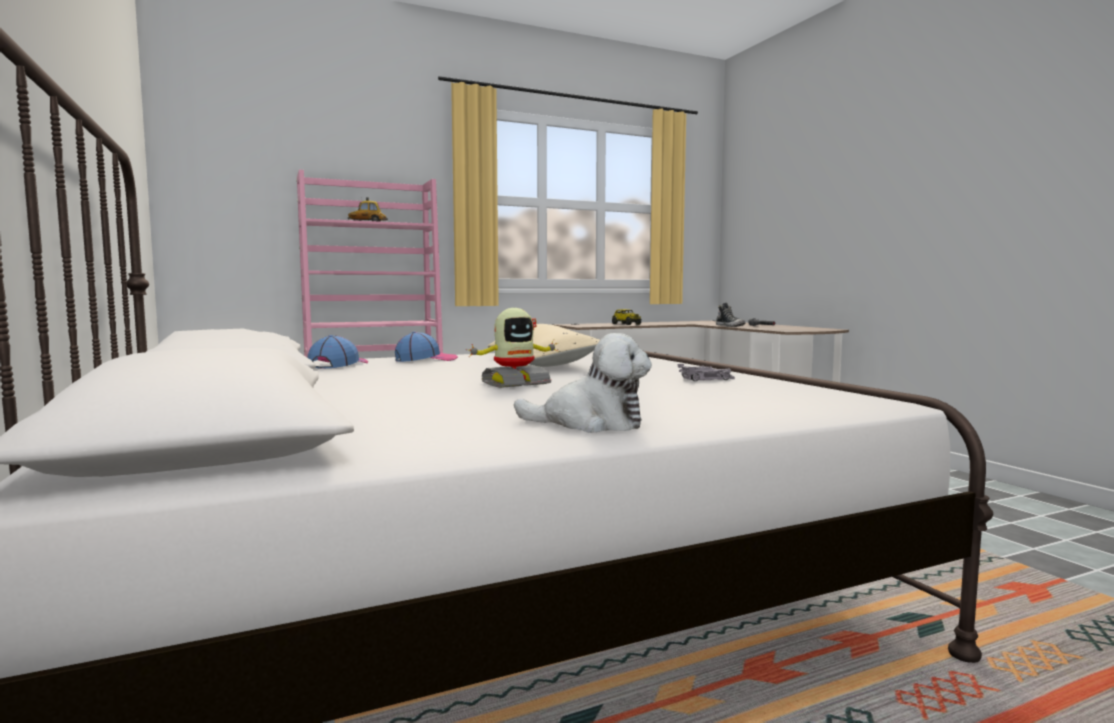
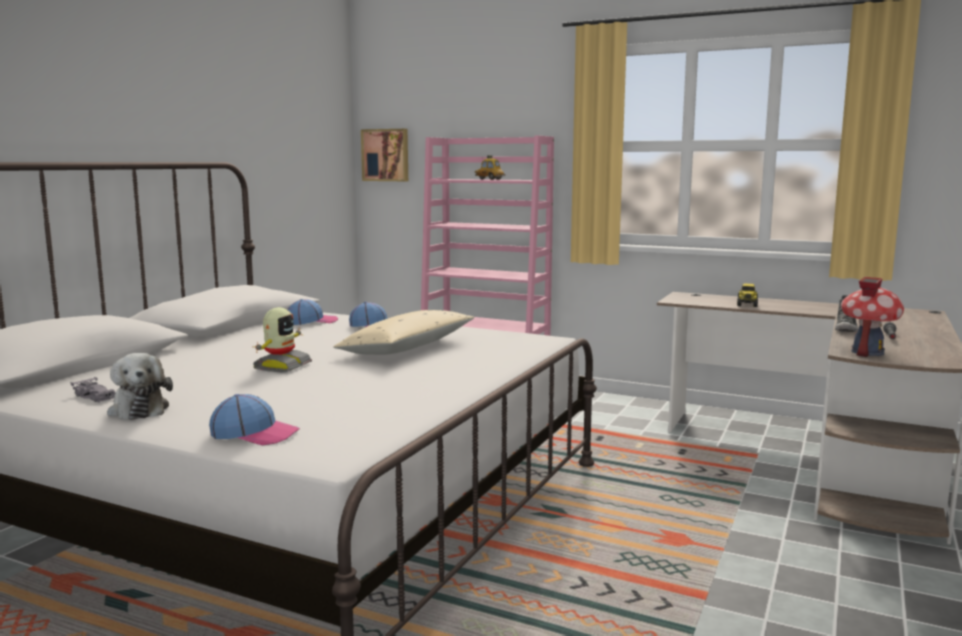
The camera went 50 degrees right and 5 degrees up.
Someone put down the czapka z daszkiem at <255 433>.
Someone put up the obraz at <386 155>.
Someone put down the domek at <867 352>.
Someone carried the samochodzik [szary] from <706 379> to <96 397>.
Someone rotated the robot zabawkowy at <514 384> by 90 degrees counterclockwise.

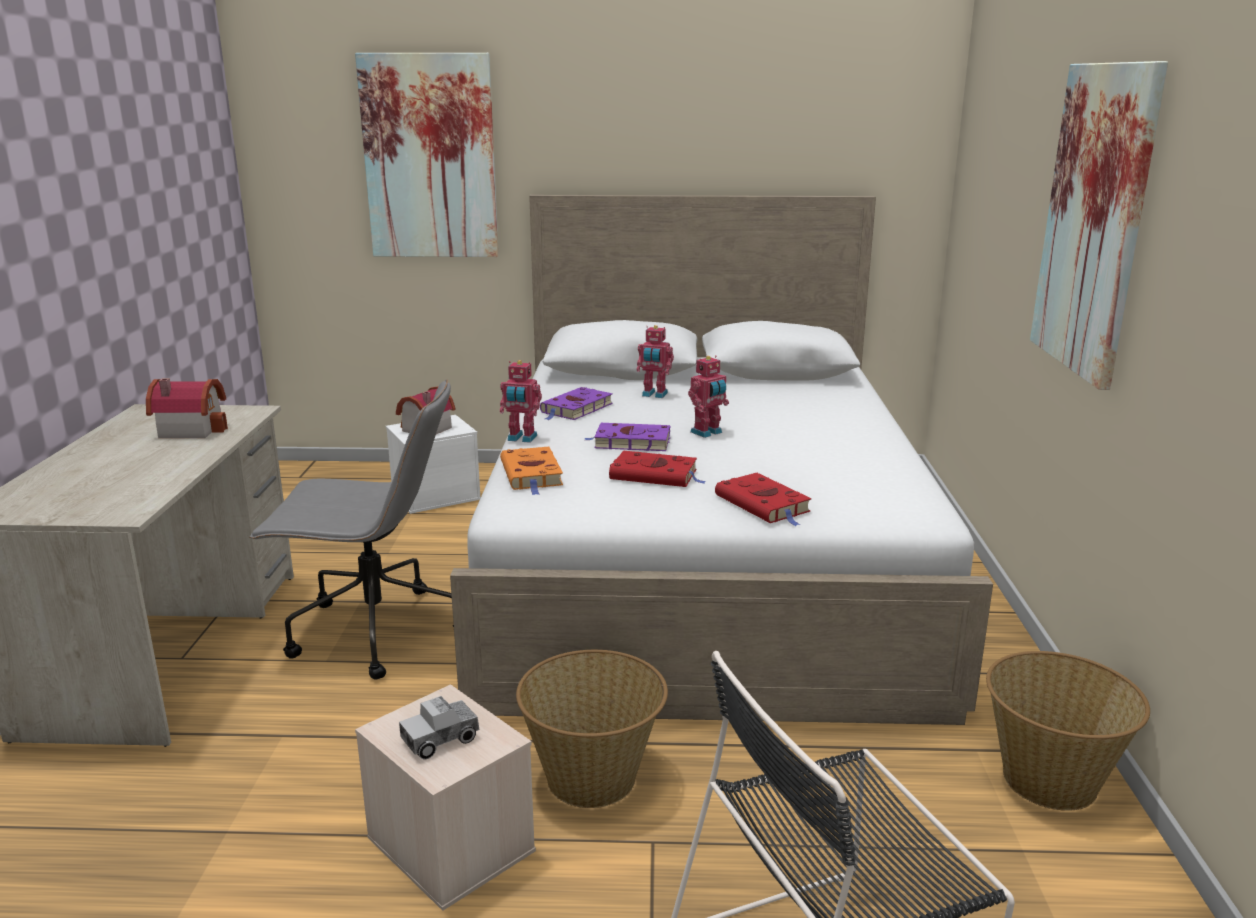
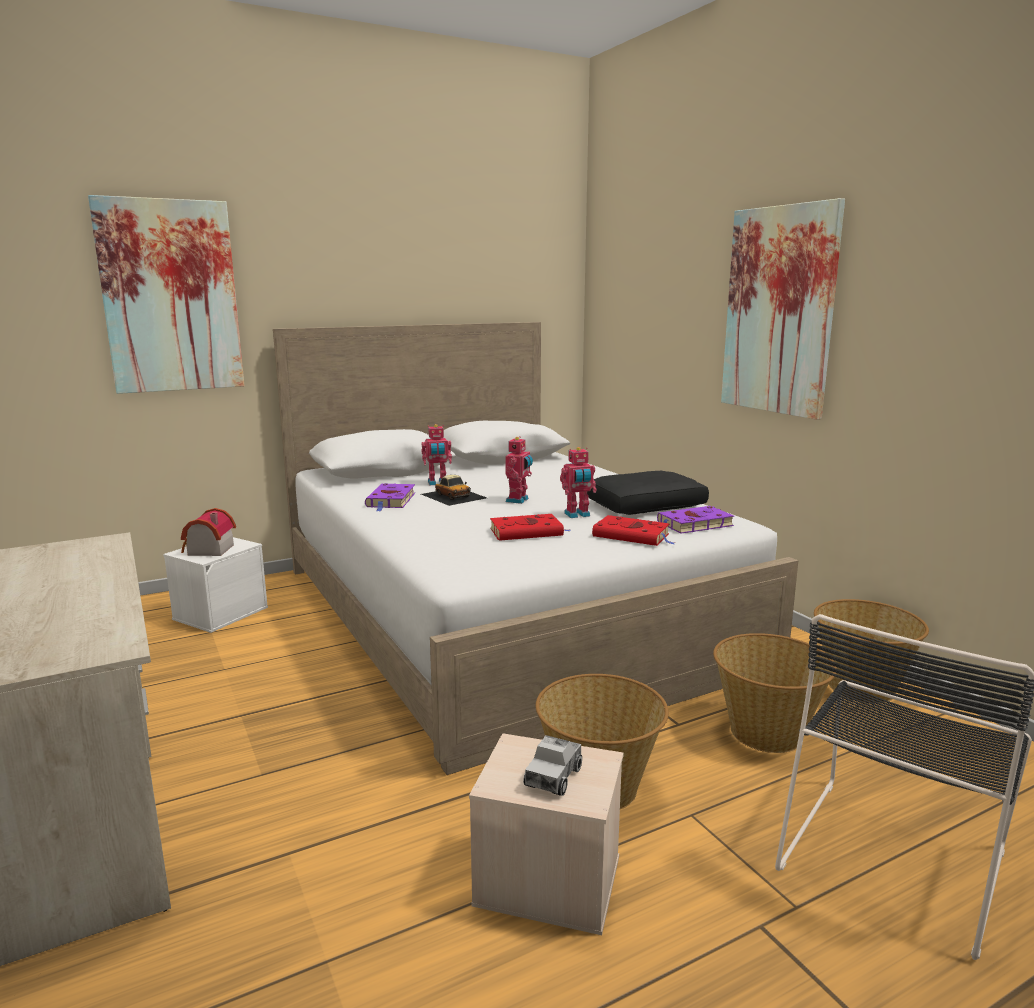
The camera went 30 degrees left and 5 degrees down.
Someone took away the domek at <191 429>.
Someone took away the krzesło biurowe [szary] at <373 632>.
Someone took away the książka [pomarańczowy] at <532 475>.
Someone put down the samochodzik at <453 495>.
Someone put down the poduszka [czarny] at <644 505>.
Someone put down the koszyk at <766 732>.
Someone carried the robot zabawkowy from <521 438> to <577 515>.
Someone carried the książka [fioletowy] from <630 442> to <693 524>.

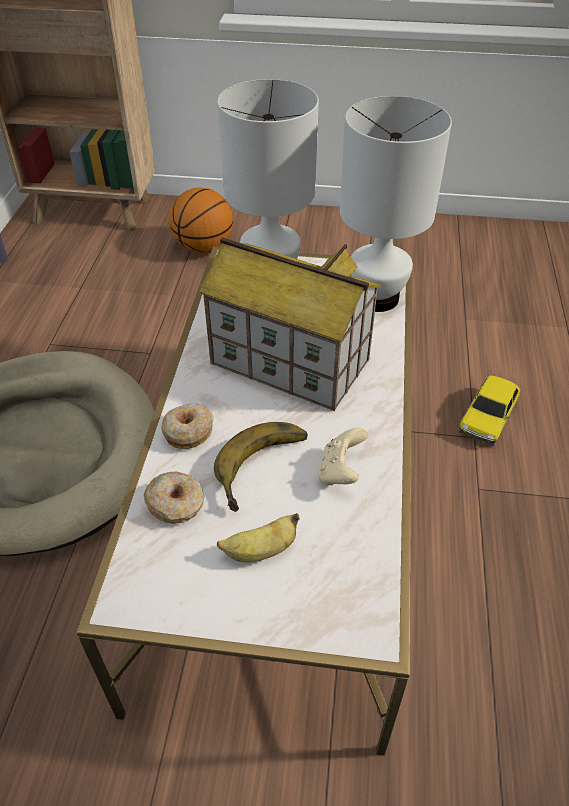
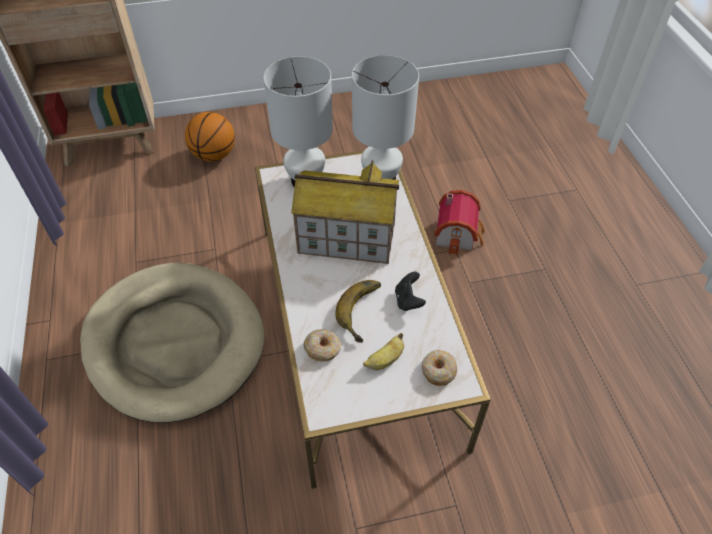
The camera went 20 degrees left and 5 degrees up.
Someone carried the donut from <188 431> to <438 371>.
Someone swapped the samochodzik at <487 417> for the domek at <458 234>.
Someone repainted the pad do gier [beżowy] at <340 471>, which became the pad do gier [czarny] at <408 300>.

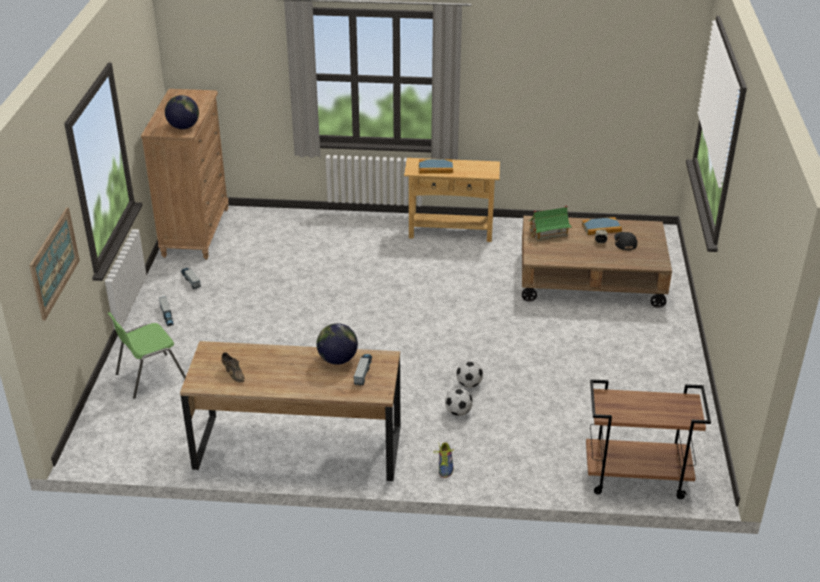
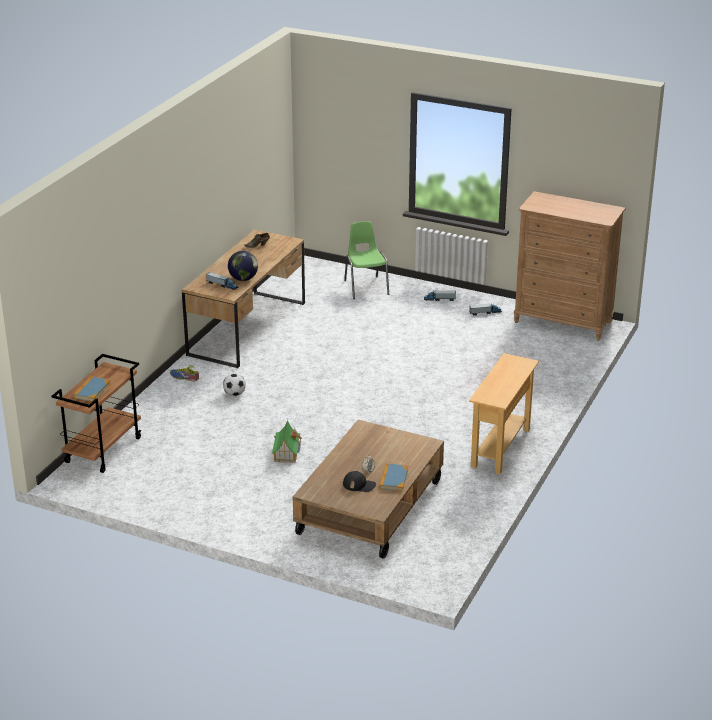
The camera went 110 degrees right and 5 degrees down.
Someone took away the obraz at <54 262>.
Someone took away the globus at <183 127>.
Someone took away the piłka futbolowa at <469 384>.
Someone carried the książka from <435 168> to <92 391>.
Someone carried the domek from <548 233> to <286 452>.

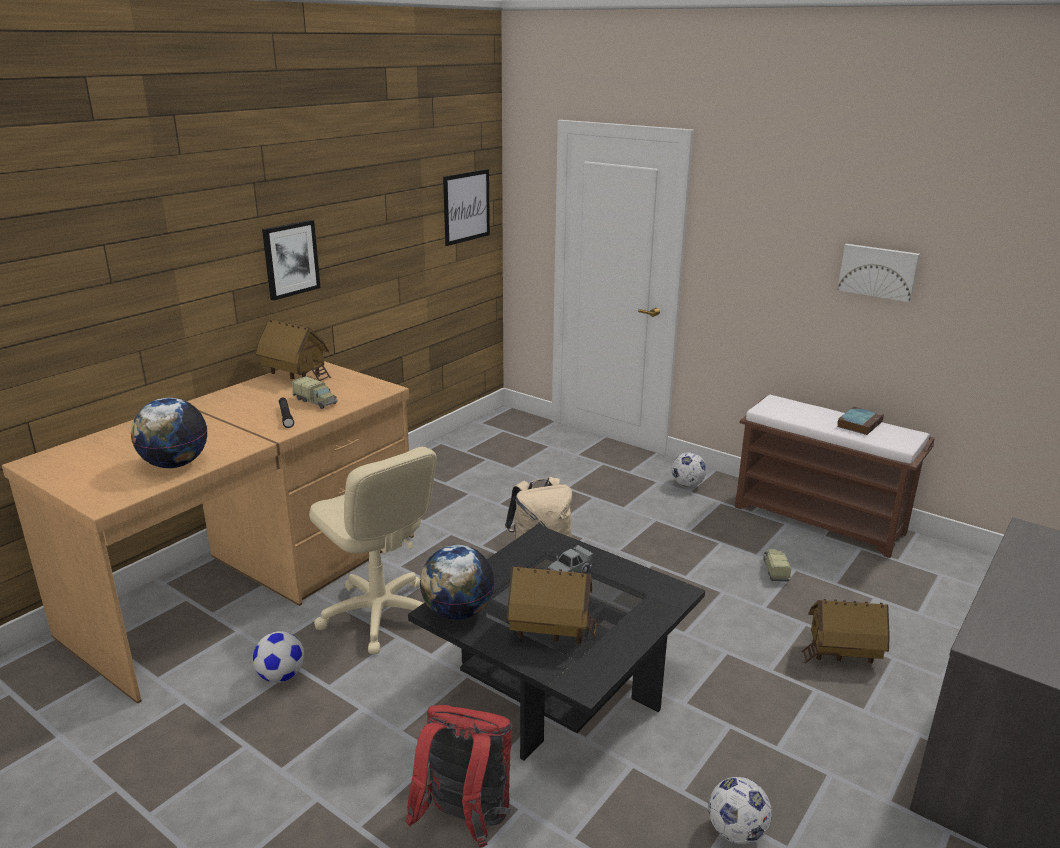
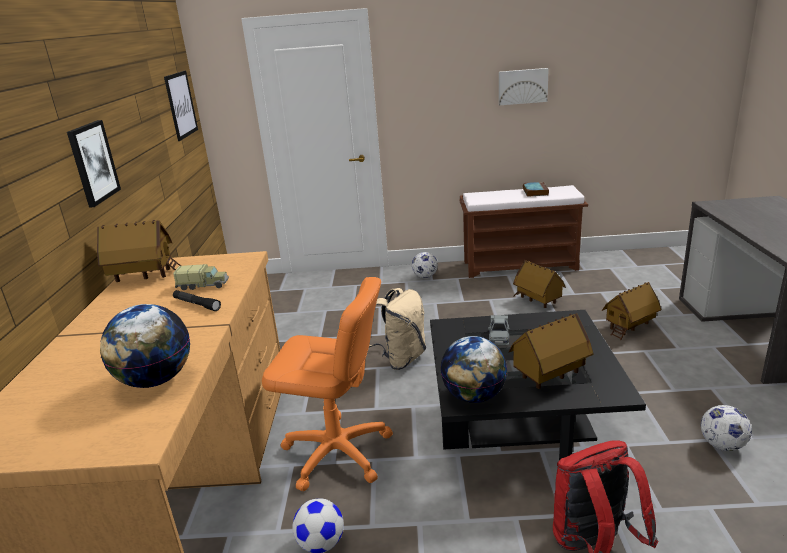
The camera went 35 degrees left and 0 degrees up.
Someone swapped the ciężarówka zabawkowa at <775 570> for the domek at <537 301>.
Someone repainted the krzesło biurowe [beżowy] at <379 615>, which became the krzesło biurowe [pomarańczowy] at <337 453>.

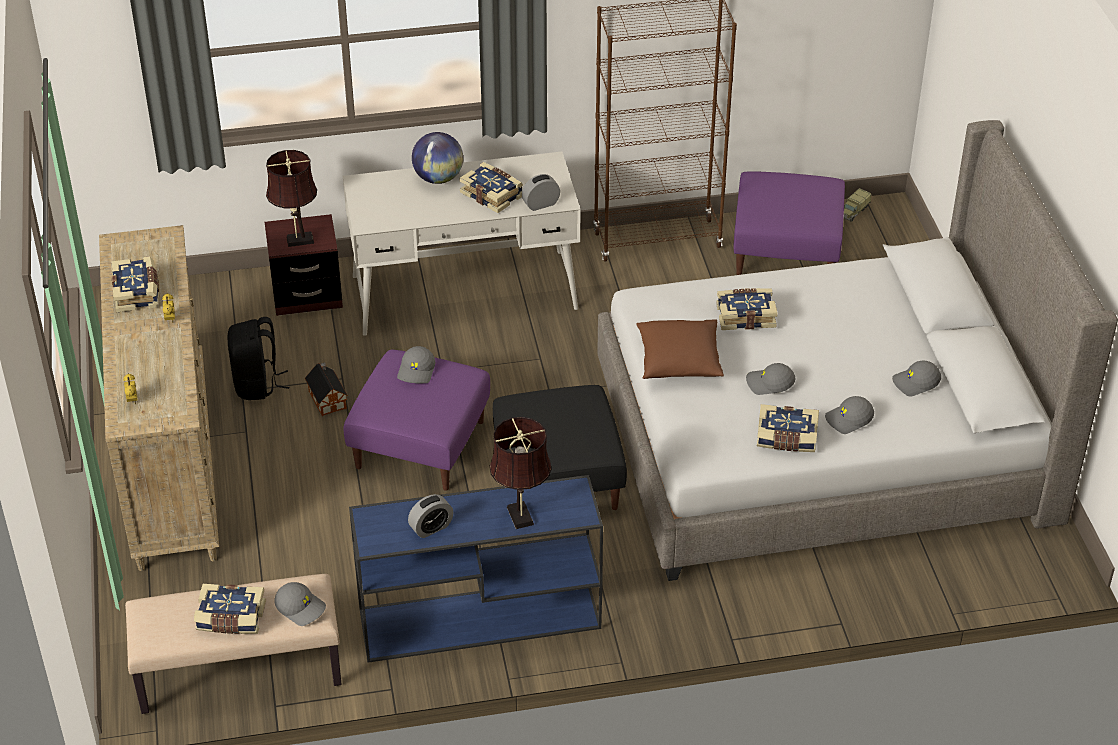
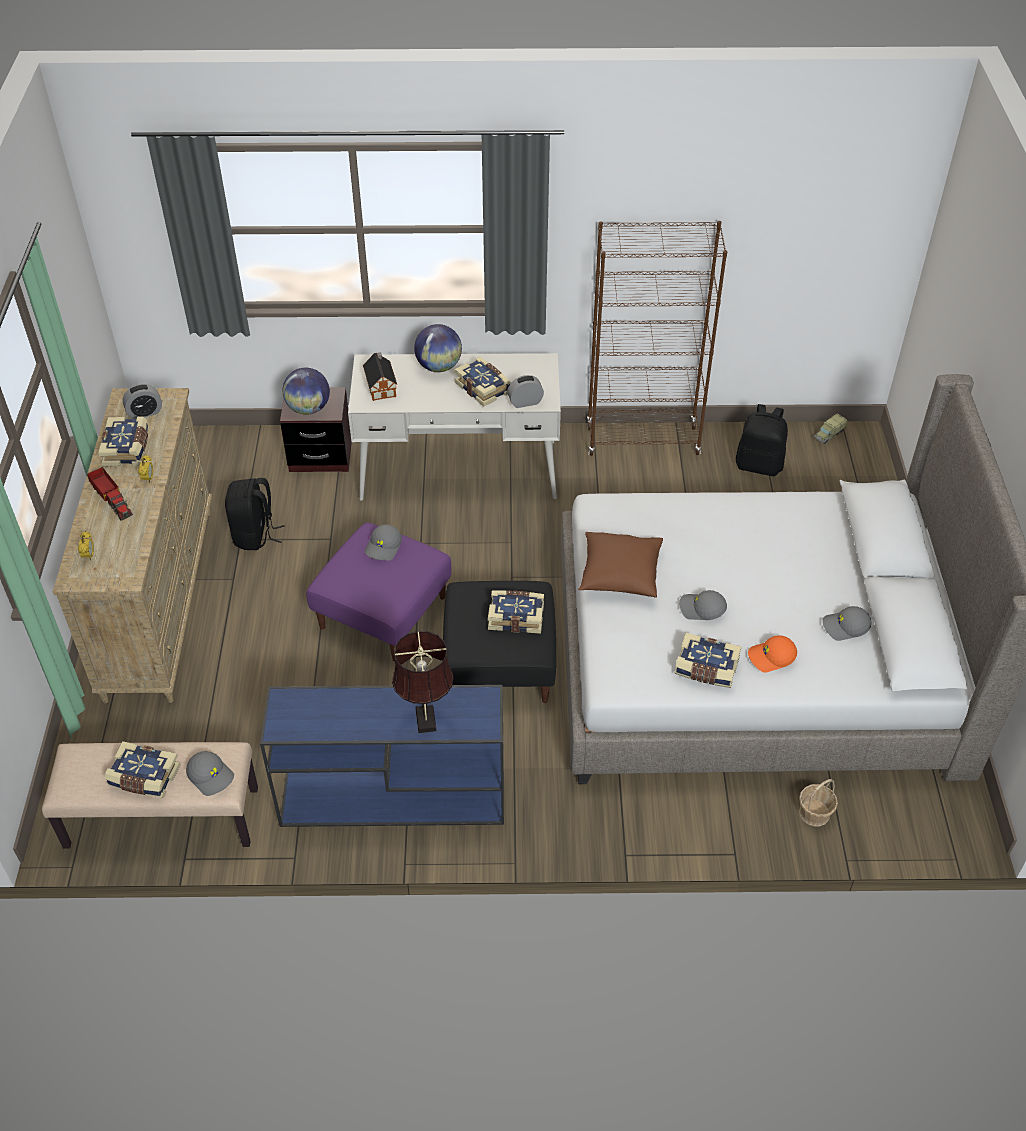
The camera went 10 degrees right and 5 degrees up.
Someone put down the ciężarówka zabawkowa at <112 499>.
Someone put down the koszyk at <814 813>.
Someone carried the domek from <327 398> to <381 386>.
Someone carried the budzik from <431 528> to <145 413>.
Someone carried the książka from <745 316> to <516 617>.
Someone swapped the lampa stołowa [brązowy] at <297 240> for the globus at <308 408>.
Someone swapped the pufa [fioletowy] at <787 250> for the plecak [czarny] at <759 465>.
Someone repainted the czapka z daszkiem [szary] at <849 420>, which became the czapka z daszkiem [pomarańczowy] at <771 657>.

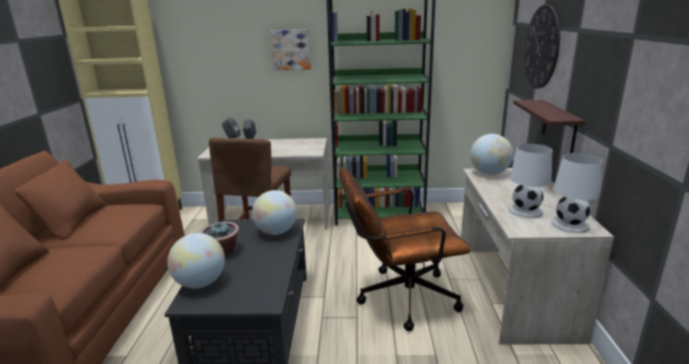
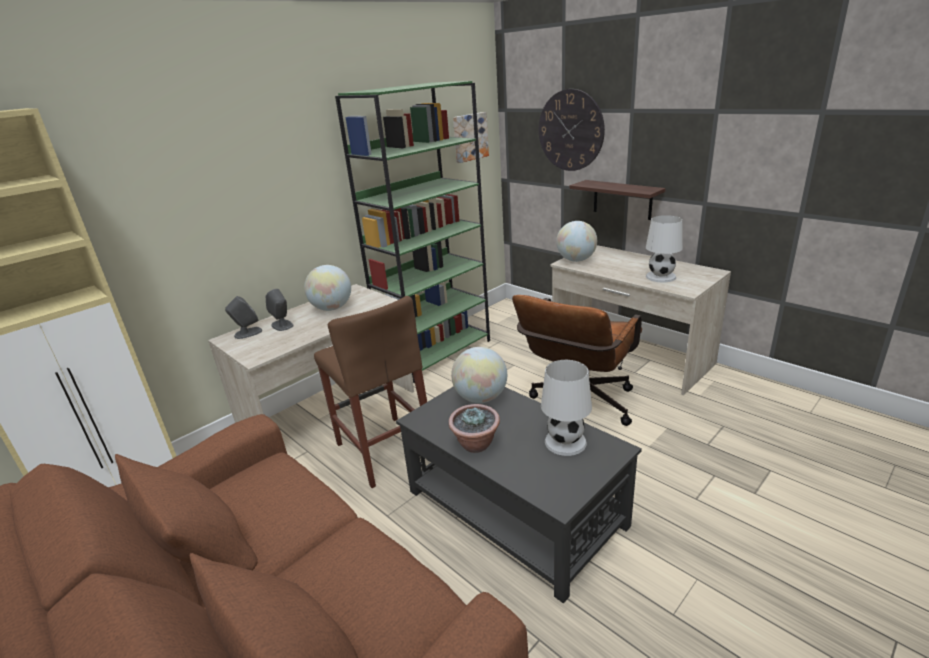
The camera went 45 degrees left and 5 degrees up.
Someone carried the globus from <200 283> to <332 308>.
Someone carried the obraz from <291 49> to <469 137>.
Someone carried the lampa stołowa [biały] from <570 225> to <566 442>.

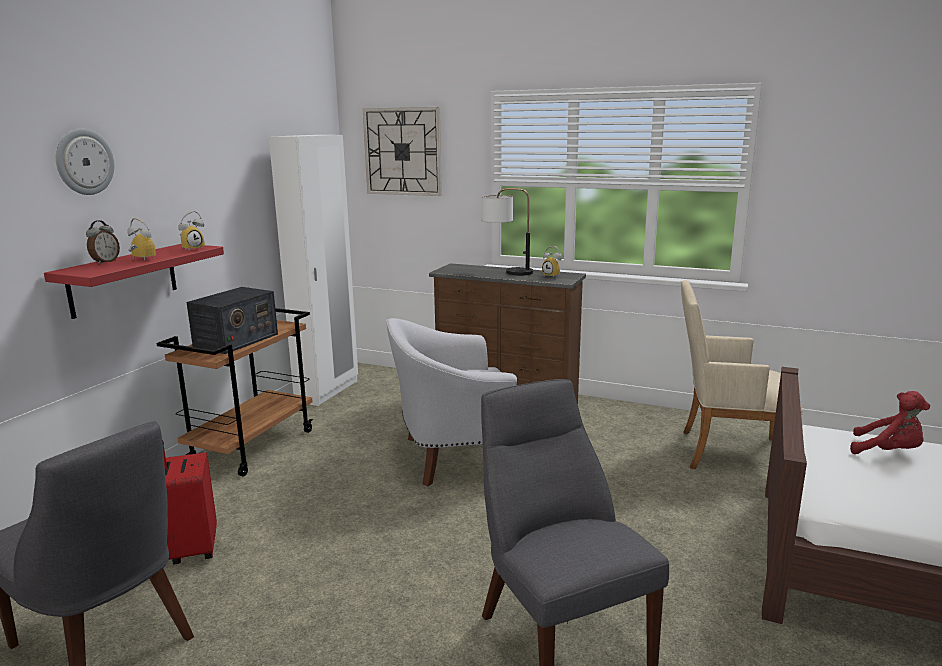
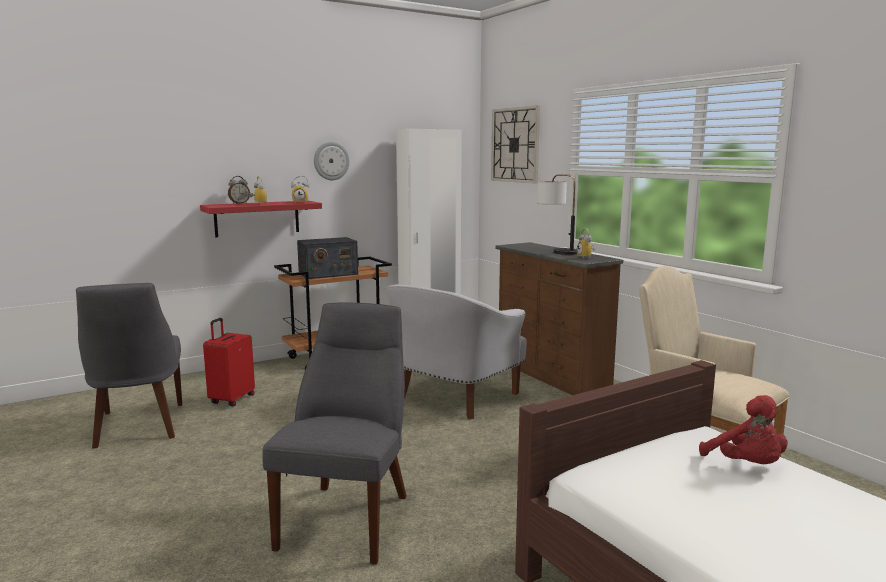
The camera went 35 degrees right and 5 degrees down.
Someone carried the zegar ścienny from <84 162> to <331 161>.
Someone rotated the fotel [biały] at <455 456> by 75 degrees counterclockwise.

